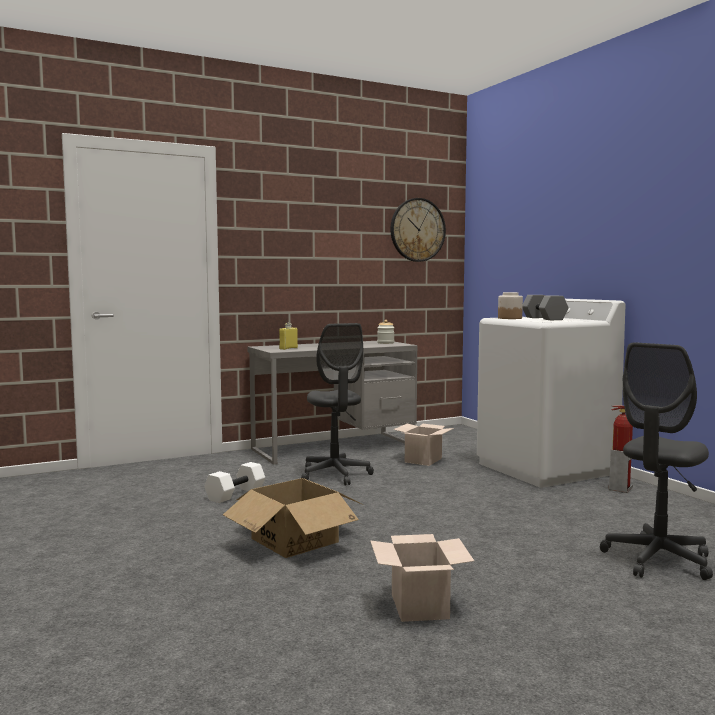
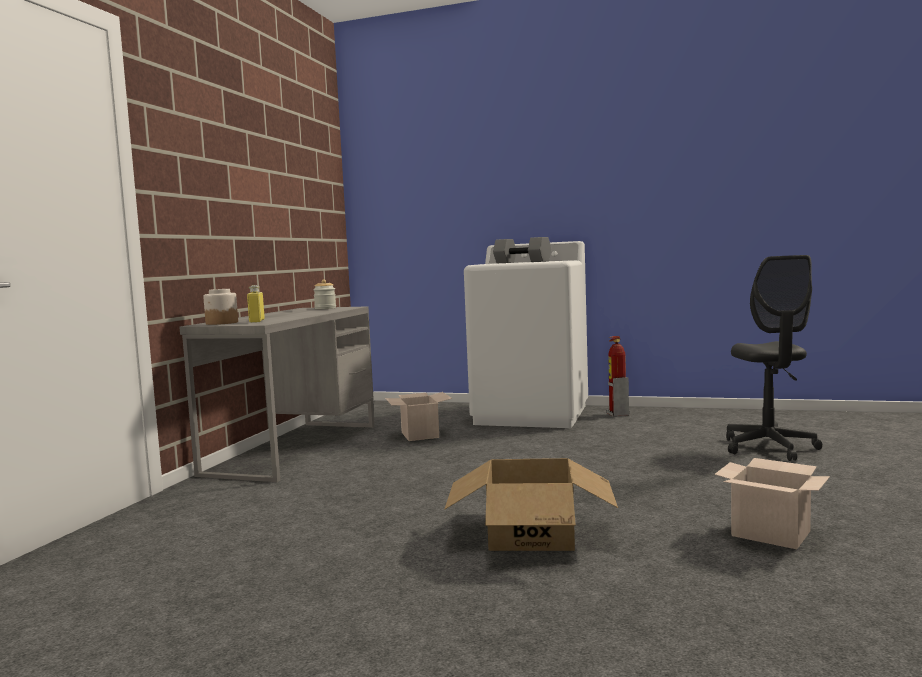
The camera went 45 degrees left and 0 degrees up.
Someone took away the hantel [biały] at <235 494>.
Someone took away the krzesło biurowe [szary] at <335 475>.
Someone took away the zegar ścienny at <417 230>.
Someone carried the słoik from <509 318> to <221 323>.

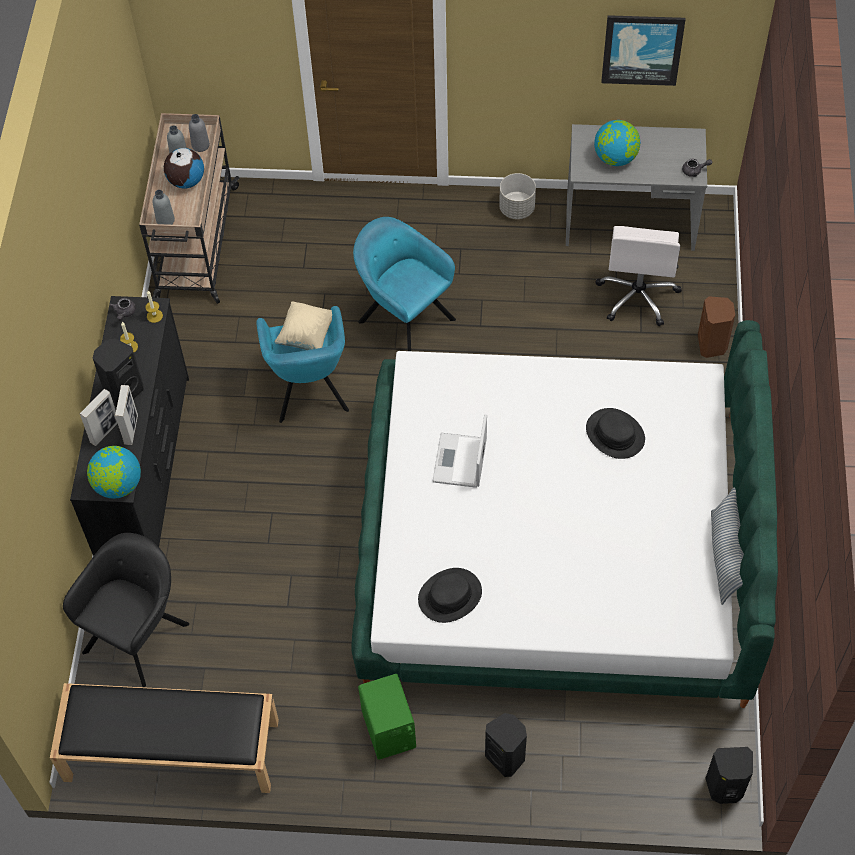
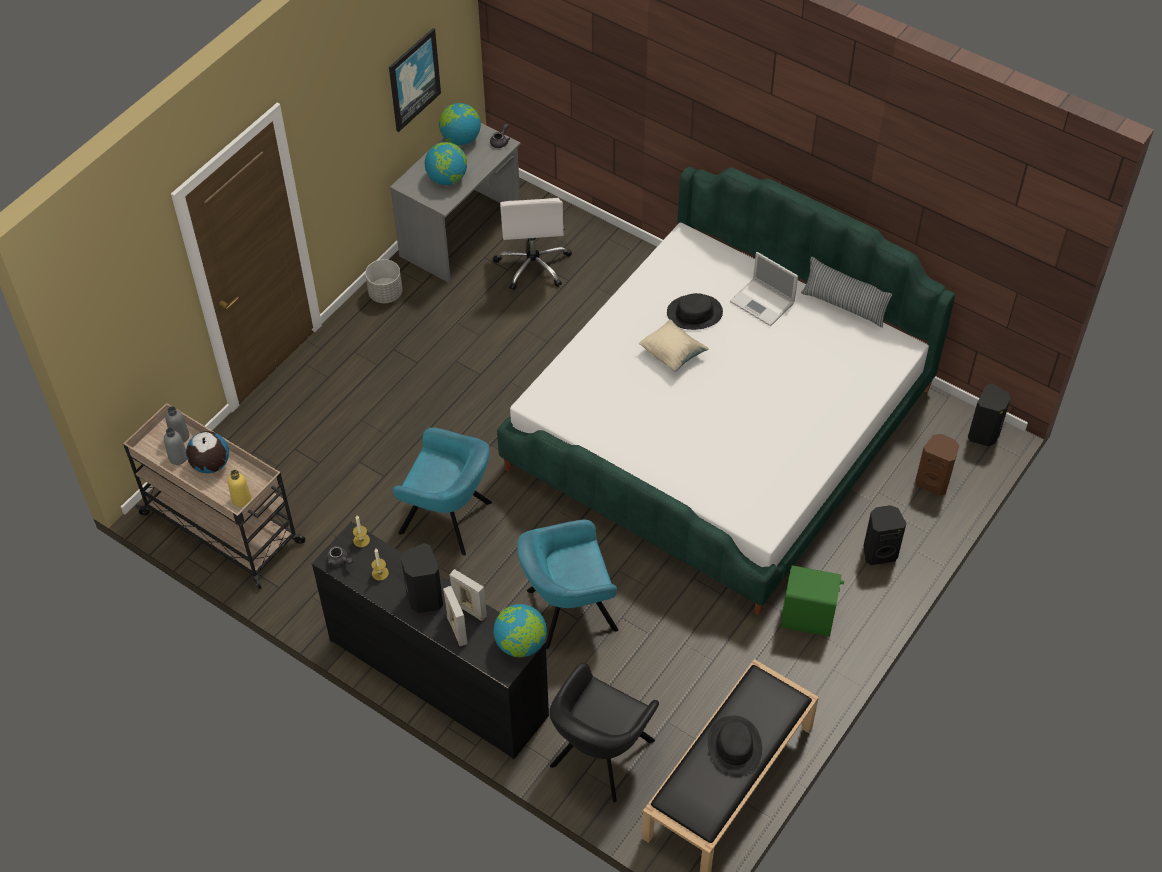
The camera went 60 degrees left and 5 degrees down.
Someone put down the globus at <461 139>.
Someone carried the poduszka [beżowy] from <307 336> to <672 354>.
Someone carried the fotel [turkusowy] from <403 318> to <567 611>.
Someone carried the kapelusz [czarny] from <449 595> to <734 746>.
Someone carried the laptop from <460 462> to <763 303>.
Someone carried the głośnik [brązowy] from <712 344> to <933 482>.
Someone repainted the butelka [szary] at <165 220>, which became the butelka [żółty] at <241 499>.
Someone rotated the fotel [czarny] at <138 634> by 120 degrees counterclockwise.
Someone rotated the krzesło biurowe [biały] at <637 295> by 45 degrees clockwise.

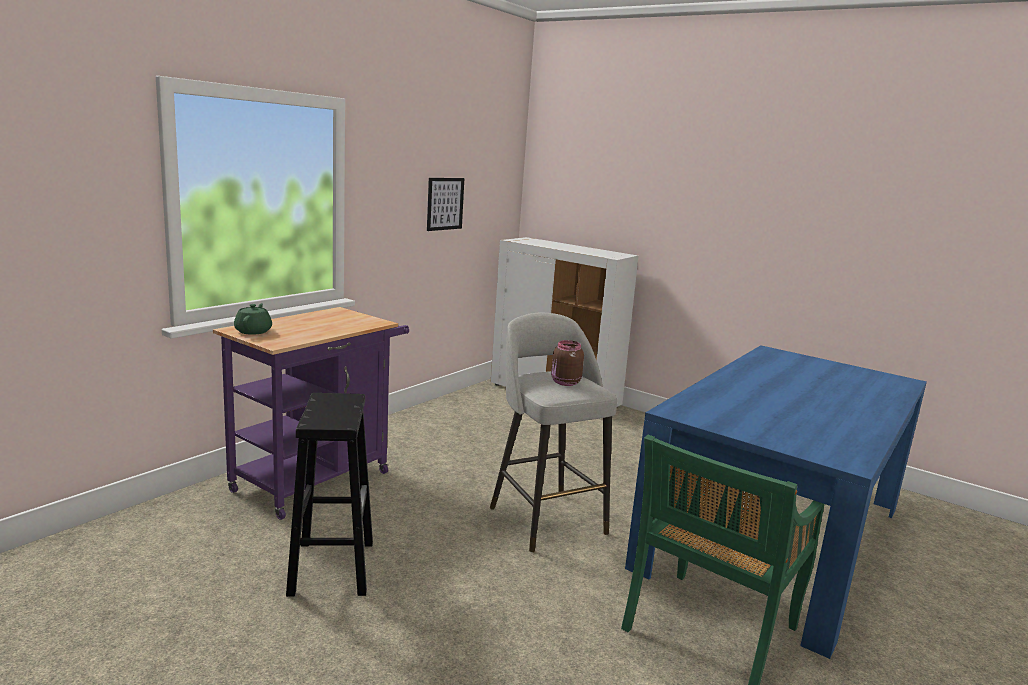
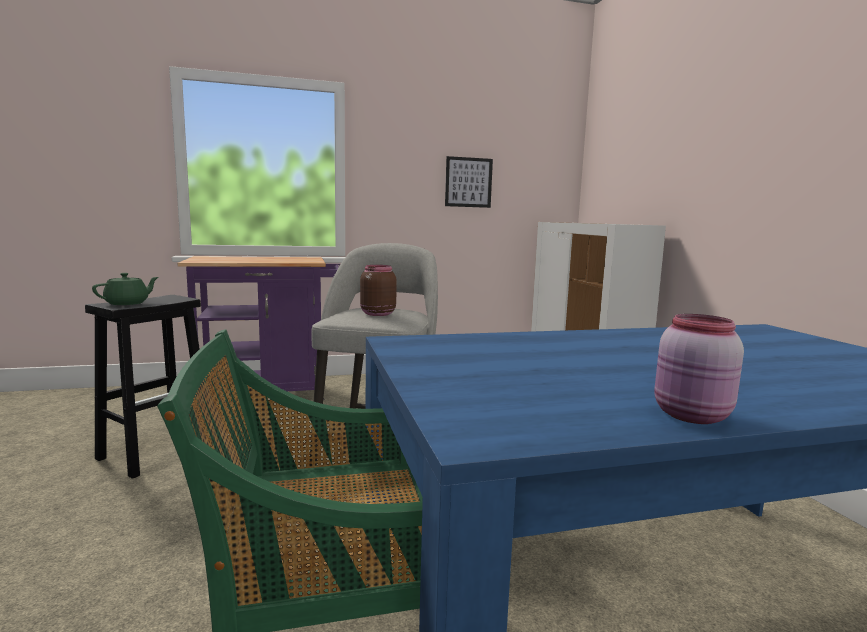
The camera went 40 degrees right and 5 degrees down.
Someone put down the słoik [różowy] at <692 416>.
Someone carried the imbryk [zielony] from <254 331> to <128 303>.

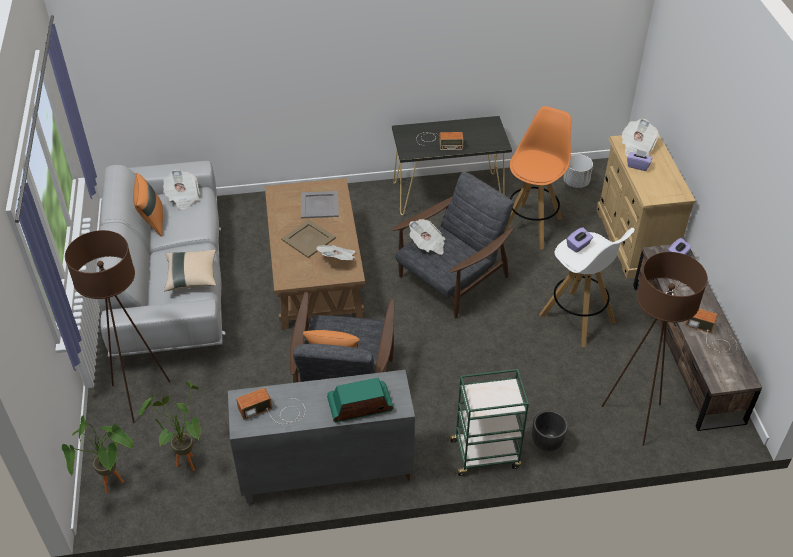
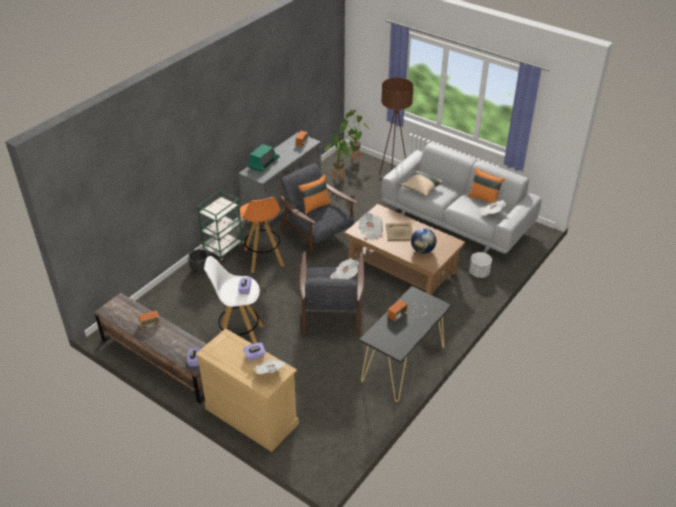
The camera went 135 degrees right and 5 degrees down.
Someone took away the lampa stojąca [brązowy] at <634 418>.
Someone carried the stołek [pomarańczowy] from <531 225> to <263 258>.
Someone carried the donica [biały] from <576 182> to <479 273>.
Someone swapped the taca [szary] at <319 205> for the globus at <422 250>.

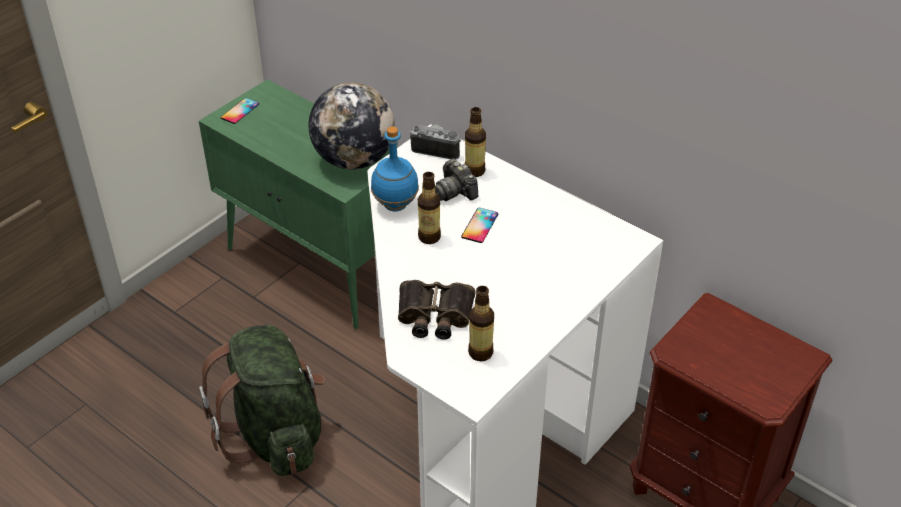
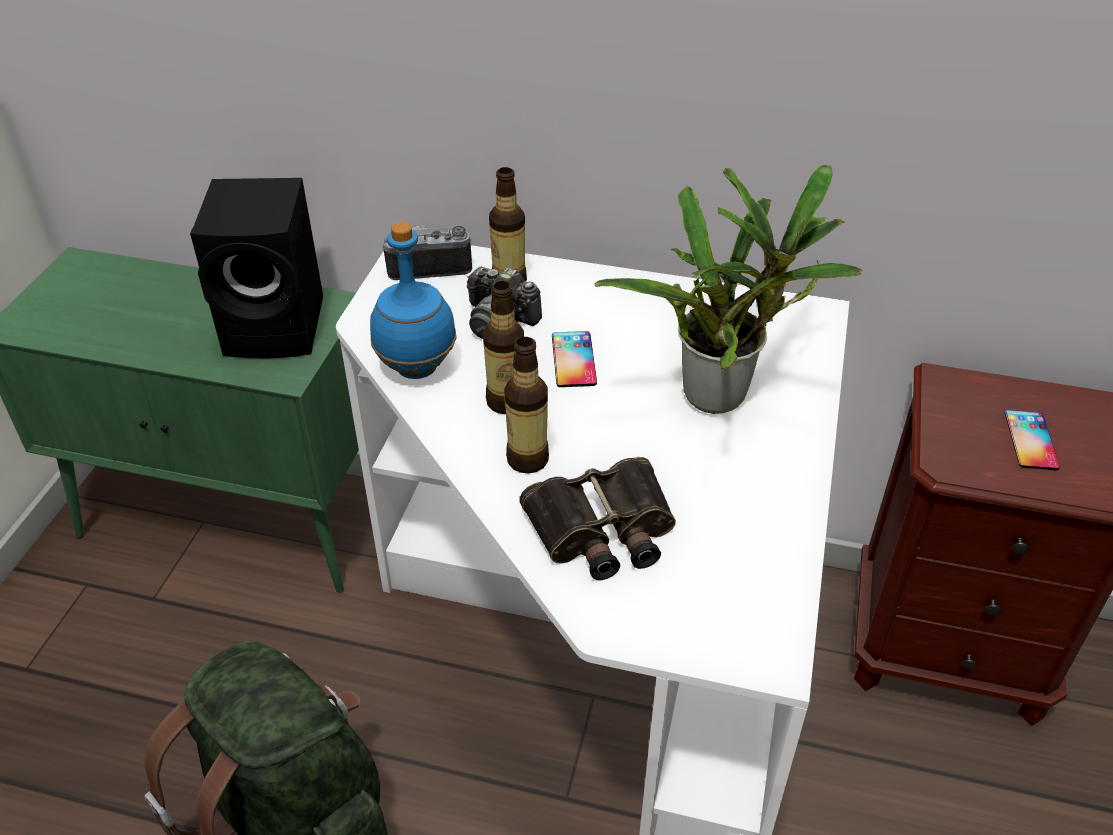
The camera went 25 degrees left and 0 degrees up.
Someone put down the roślina doniczkowa at <723 394>.
Someone carried the telefon from <240 111> to <1031 440>.
Someone carried the butelka from <480 353> to <527 460>.
Someone swapped the globus at <354 160> for the głośnik [czarny] at <279 327>.

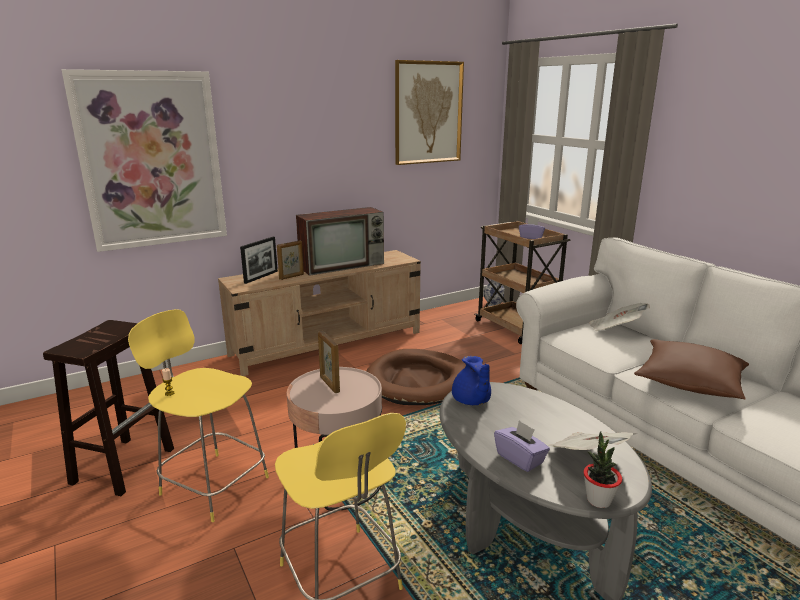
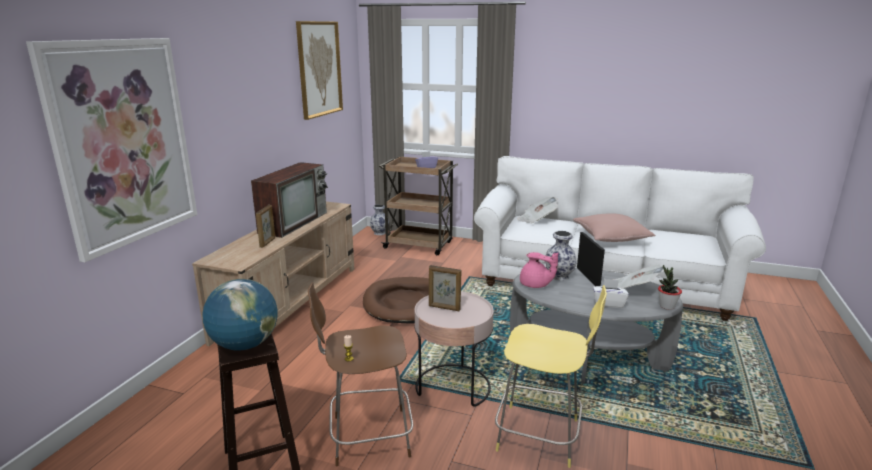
The camera went 40 degrees left and 0 degrees up.
Someone put down the globus at <245 345>.
Someone put down the wazon at <559 276>.
Someone carried the ramka na zdjęcie from <261 277> to <588 277>.
Someone repainted the stołek [żółty] at <212 484>, which became the stołek [brązowy] at <367 436>.
Someone repainted the imbryk [niebieski] at <471 401>, which became the imbryk [różowy] at <535 285>.
Someone repainted the pudełko chusteczek [fioletowy] at <520 458>, which became the pudełko chusteczek [biały] at <608 303>.
Someone repainted the poduszka [brązowy] at <689 383>, which became the poduszka [różowy] at <611 238>.

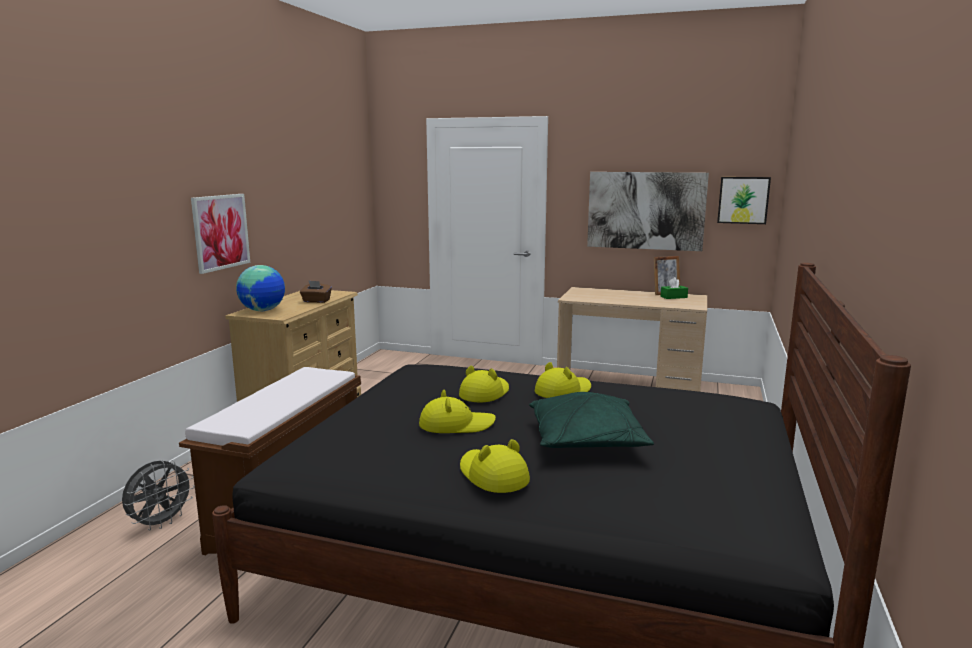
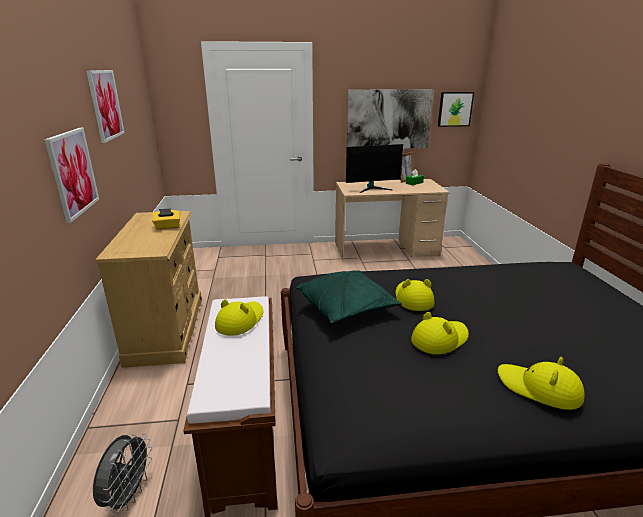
The camera went 25 degrees left and 10 degrees up.
Someone took away the globus at <263 310>.
Someone put up the obraz at <105 105>.
Someone put down the monitor at <372 188>.
Someone carried the poduszka [zielony] from <587 442> to <347 308>.
Someone carried the kapelusz [żółty] from <563 391> to <240 321>.
Someone repainted the pudełko chusteczek [brązowy] at <316 301>, which became the pudełko chusteczek [żółty] at <168 227>.

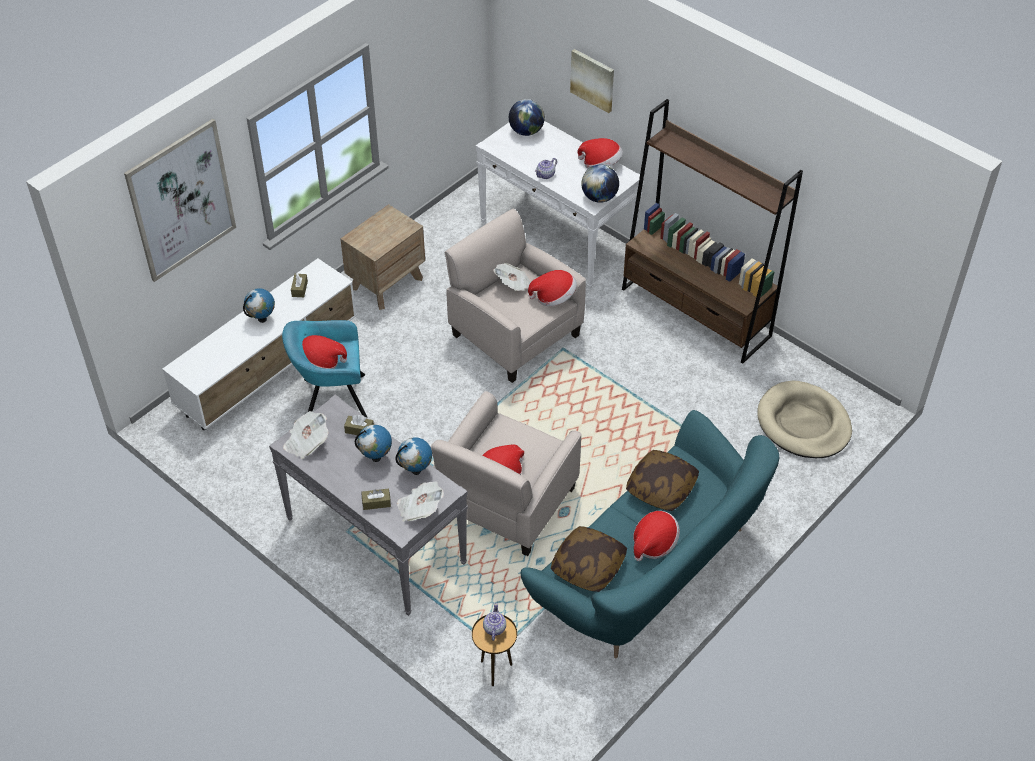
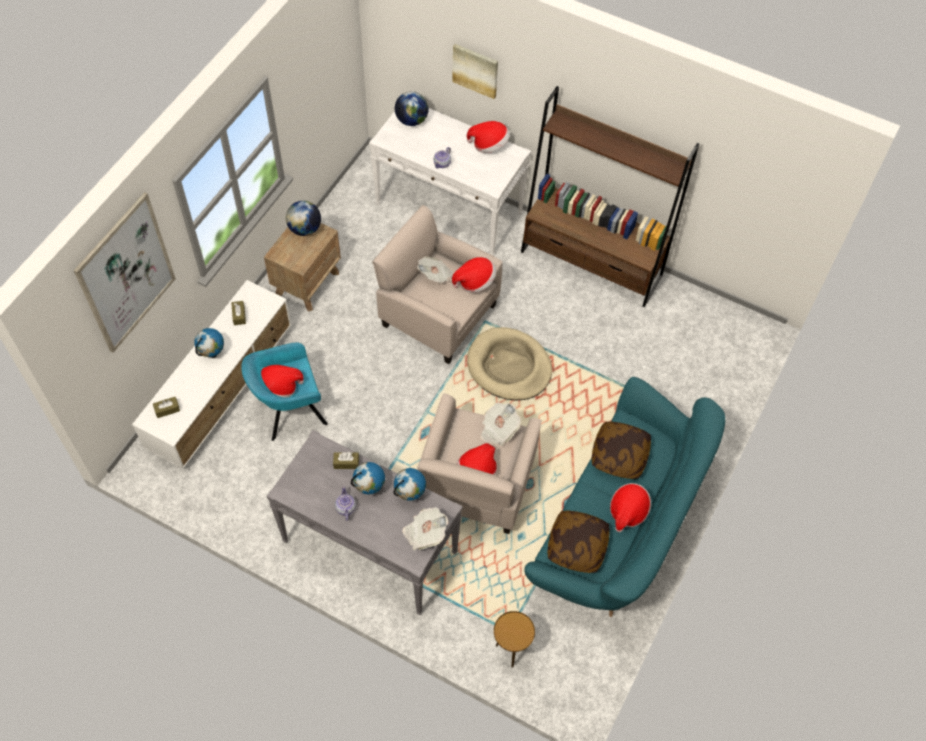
The camera went 15 degrees left and 10 degrees up.
Someone carried the gazeta from <306 443> to <498 429>.
Someone carried the pudełko chusteczek [brązowy] from <376 502> to <167 409>.
Someone carried the imbryk from <494 628> to <345 508>.
Someone carried the globus from <599 197> to <305 229>.
Someone carried the legowisko [beżowy] from <803 423> to <509 366>.

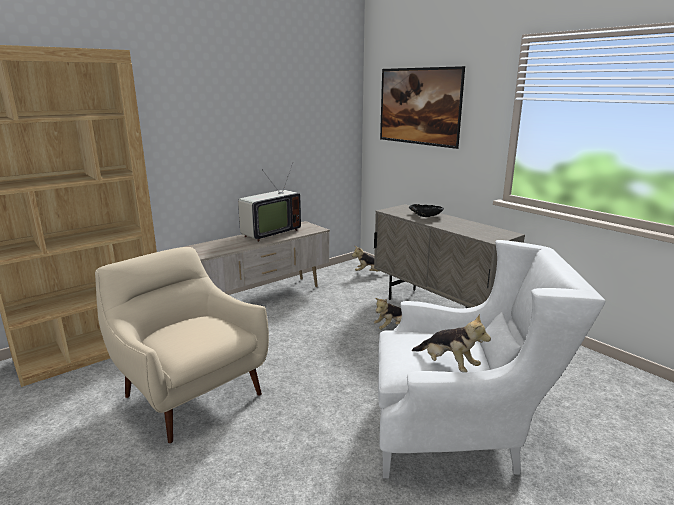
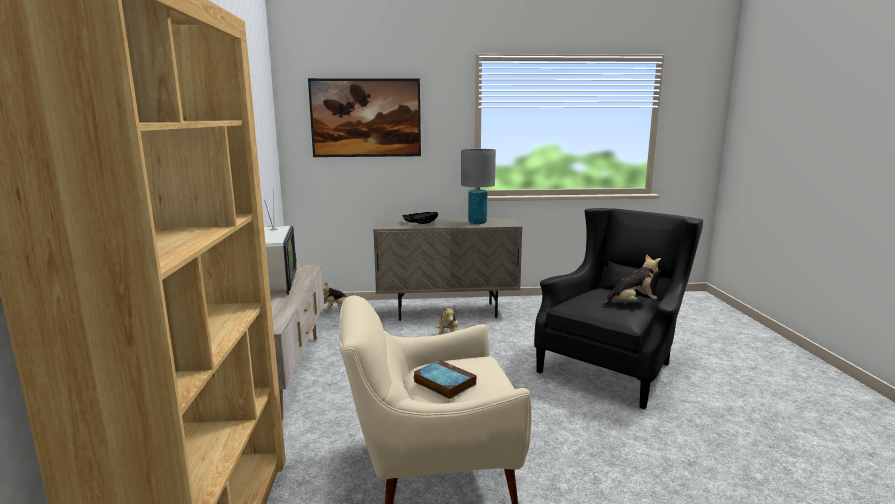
The camera went 55 degrees left and 5 degrees down.
Someone put down the książka at <443 383>.
Someone put down the lampa stołowa [szary] at <477 222>.
Someone repainted the fotel [biały] at <459 433>, which became the fotel [czarny] at <614 365>.

